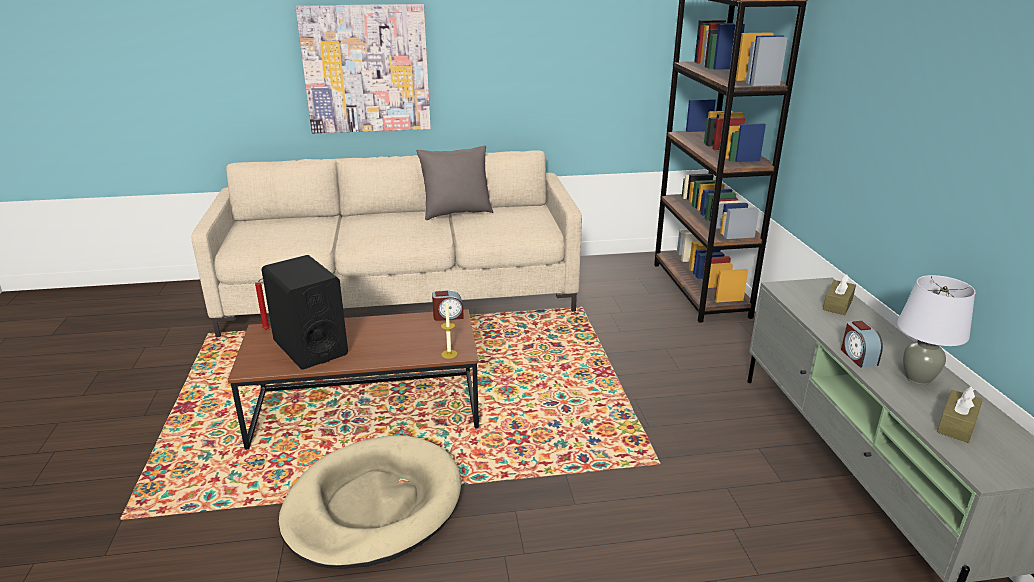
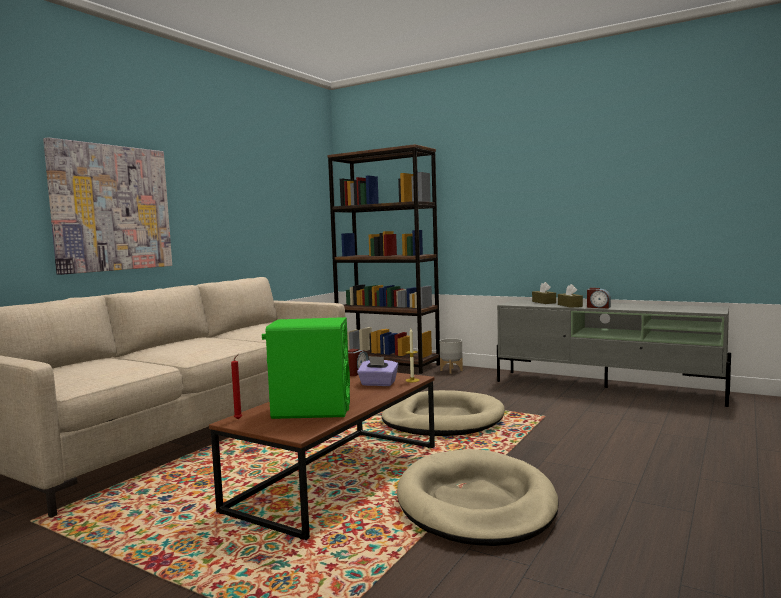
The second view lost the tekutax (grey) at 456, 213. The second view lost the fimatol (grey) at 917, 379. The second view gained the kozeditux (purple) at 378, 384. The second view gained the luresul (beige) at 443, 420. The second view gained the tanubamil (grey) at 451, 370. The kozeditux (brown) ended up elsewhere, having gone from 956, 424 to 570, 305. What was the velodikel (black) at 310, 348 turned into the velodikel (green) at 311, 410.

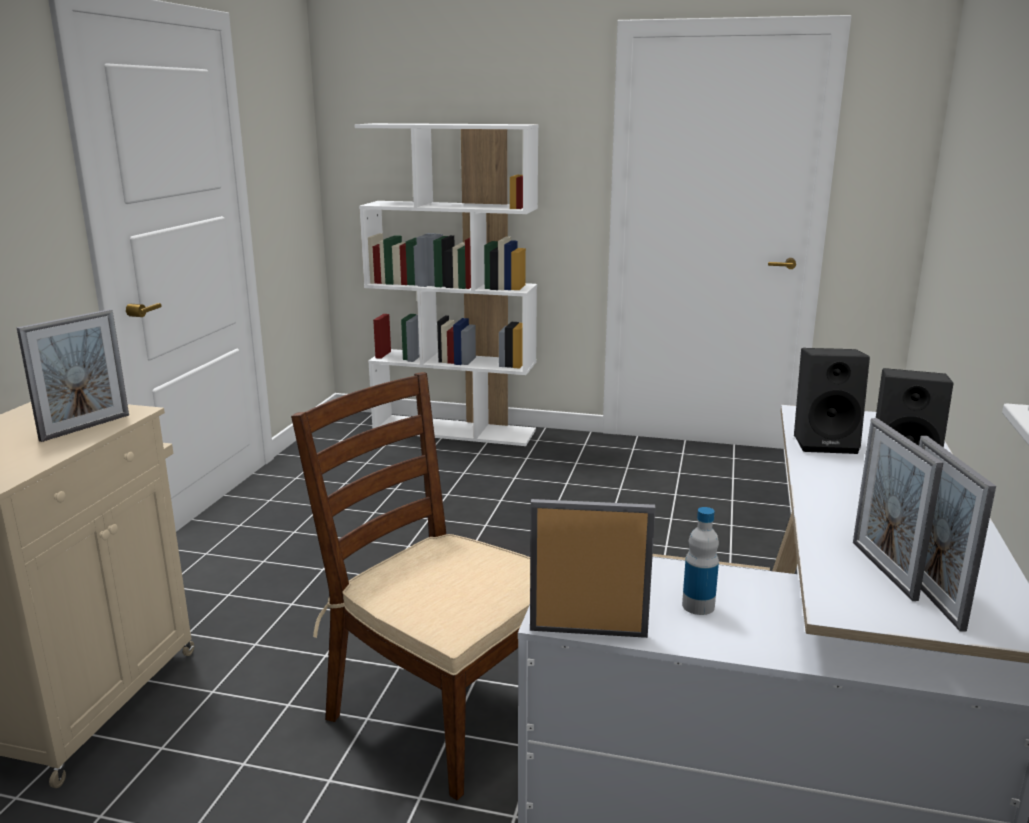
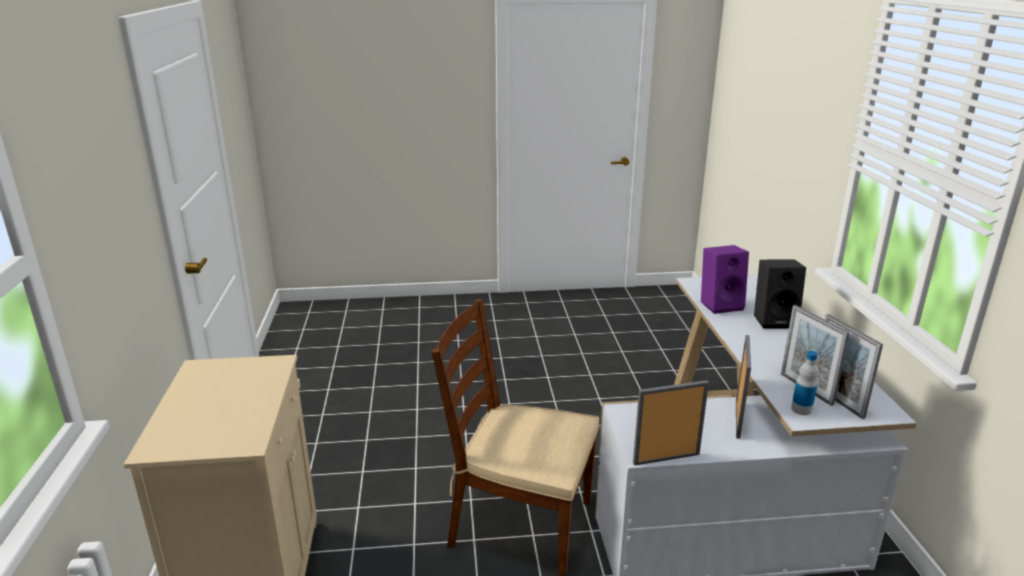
The second view lost the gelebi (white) at 455, 430. The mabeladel ended up elsewhere, having gone from 85, 427 to 737, 419. The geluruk ended up elsewhere, having gone from 698, 606 to 801, 409. What was the velodikel (black) at 825, 443 turned into the velodikel (purple) at 721, 304.

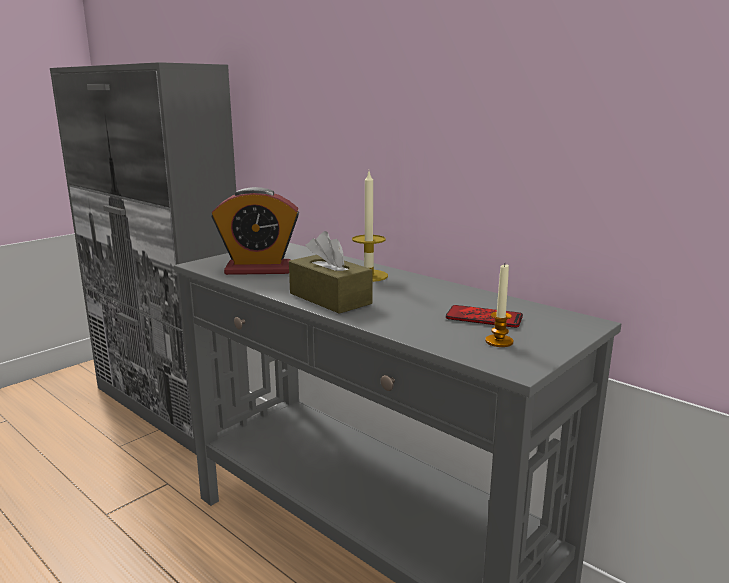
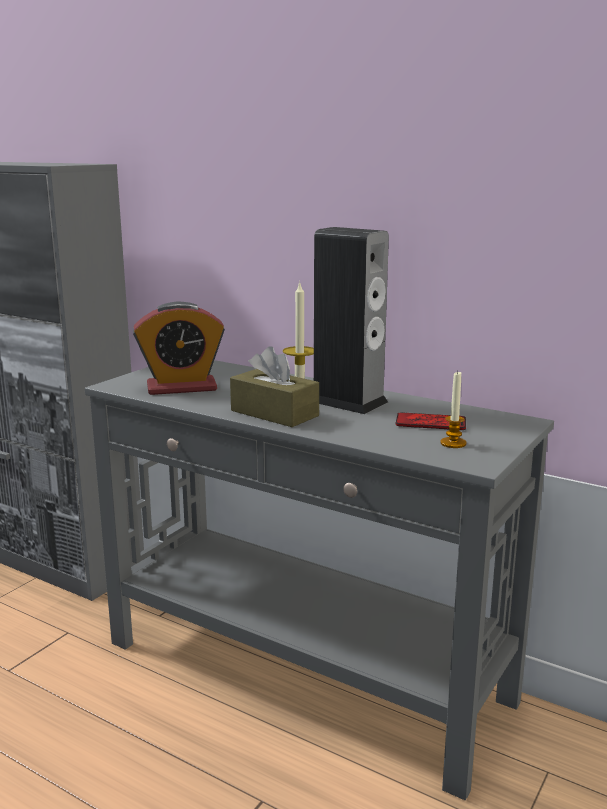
The second view gained the velodikel at 348, 401.

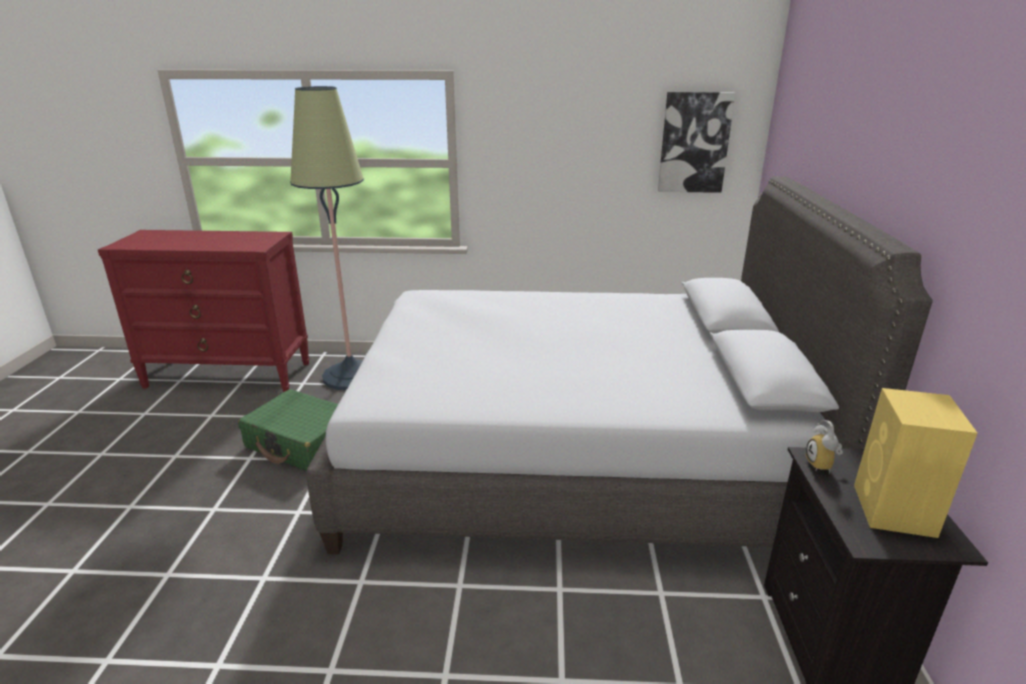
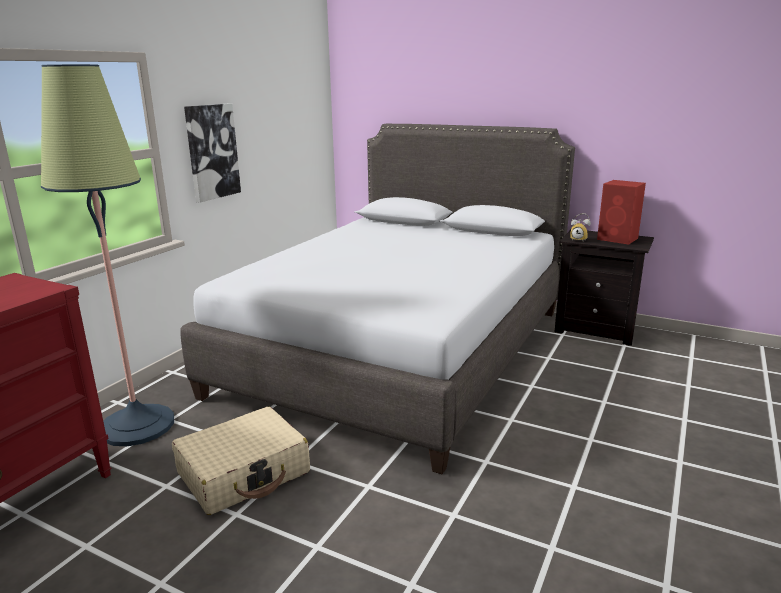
The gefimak ended up elsewhere, having gone from 694, 143 to 212, 152. What was the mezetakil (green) at 302, 442 turned into the mezetakil (beige) at 244, 473. What was the velodikel (yellow) at 894, 511 turned into the velodikel (red) at 618, 239.

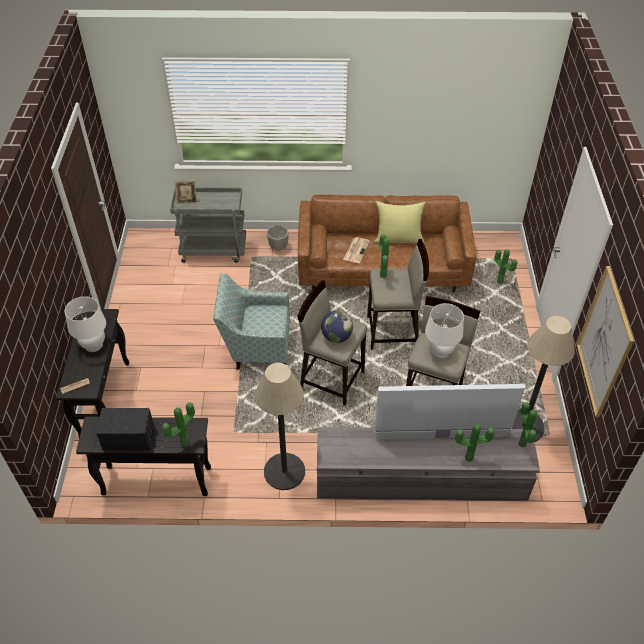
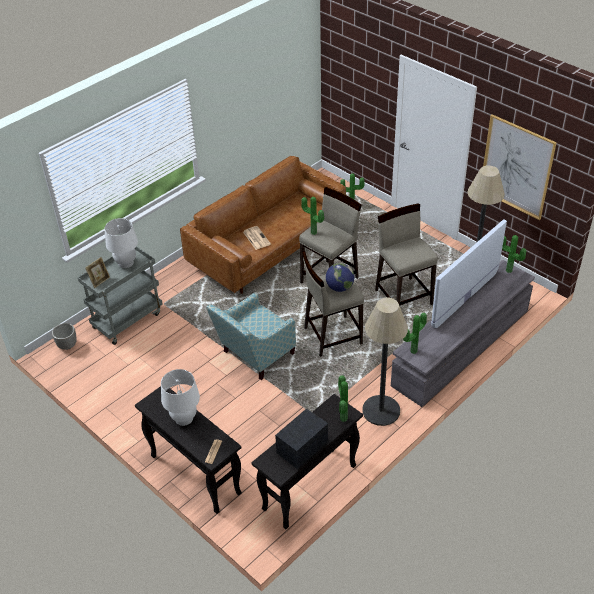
The second view lost the tekutax (yellow) at 398, 238. The tanubamil ended up elsewhere, having gone from 278, 246 to 67, 345. The fimatol (white) ended up elsewhere, having gone from 440, 351 to 126, 263. The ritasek ended up elsewhere, having gone from 468, 457 to 412, 350.

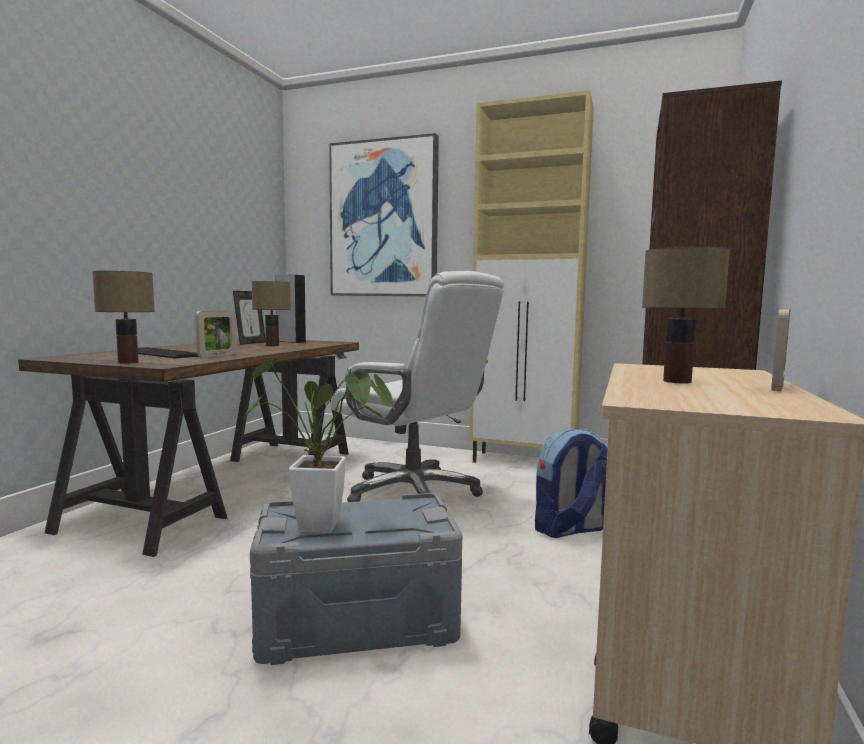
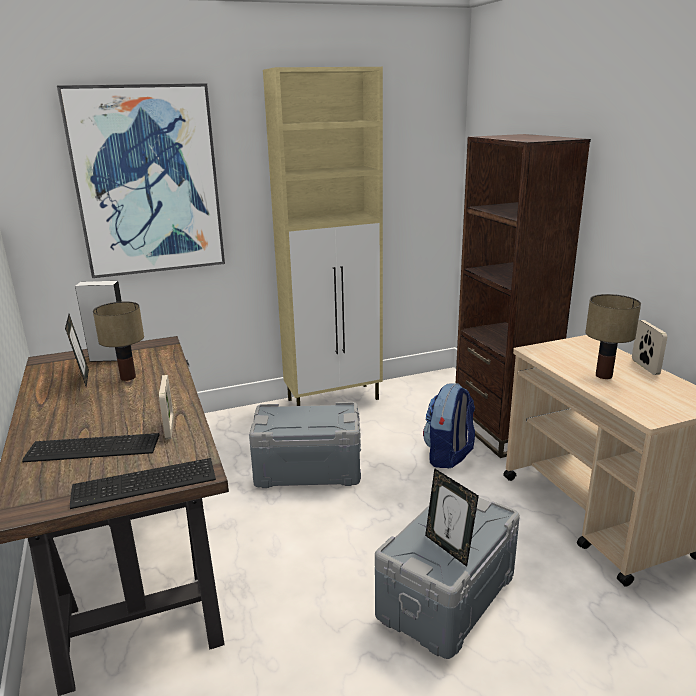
Where the fimatol stood at 128, 362, the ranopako came to stand at 146, 483. Where the ritasek stood at 329, 527, the mabeladel came to stand at 448, 548. Where the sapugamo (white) stood at 414, 493, the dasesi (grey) came to stand at 308, 470.

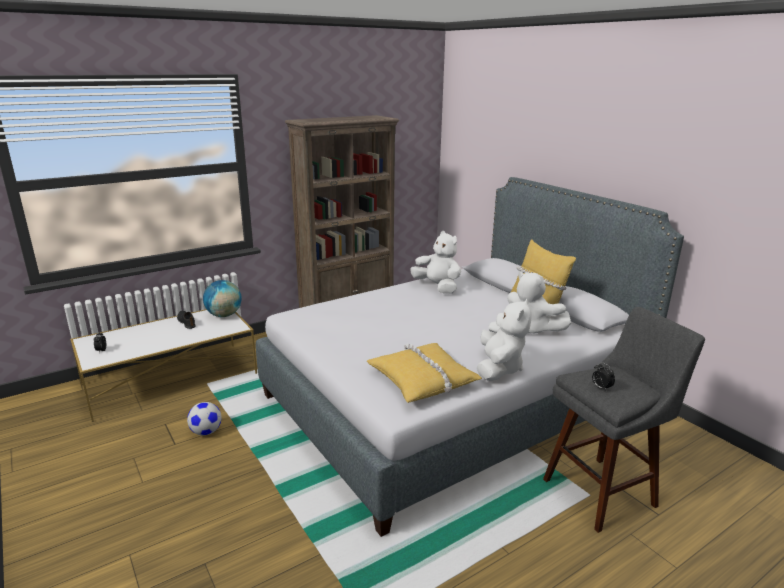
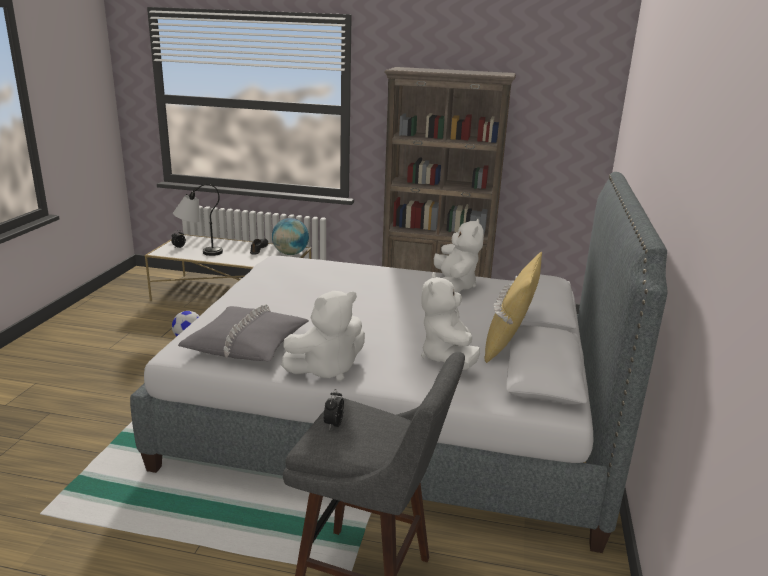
The second view gained the fimatol at 198, 252. What was the tekutax (yellow) at 423, 380 turned into the tekutax (grey) at 247, 344.

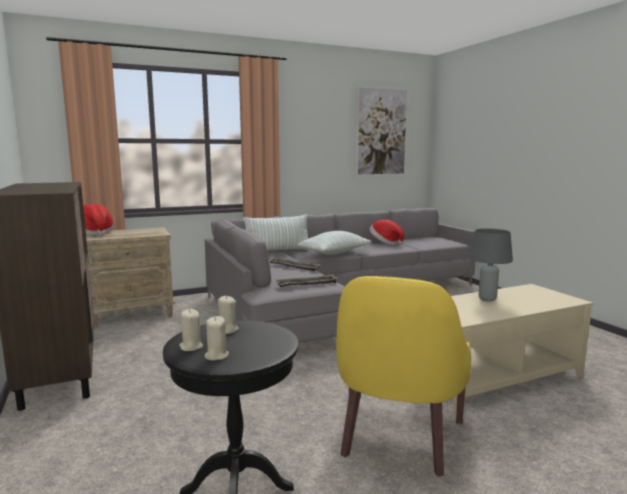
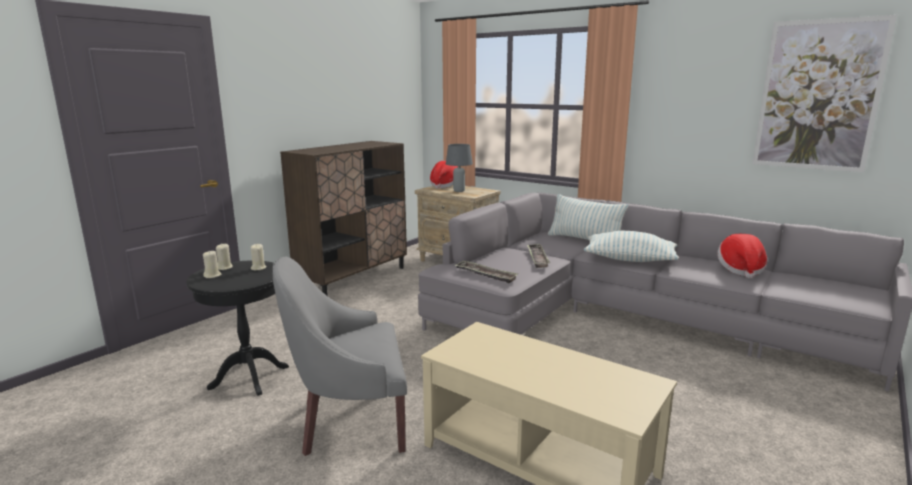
The fimatol (grey) ended up elsewhere, having gone from 487, 299 to 459, 191. What was the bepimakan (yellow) at 397, 437 turned into the bepimakan (grey) at 350, 421.

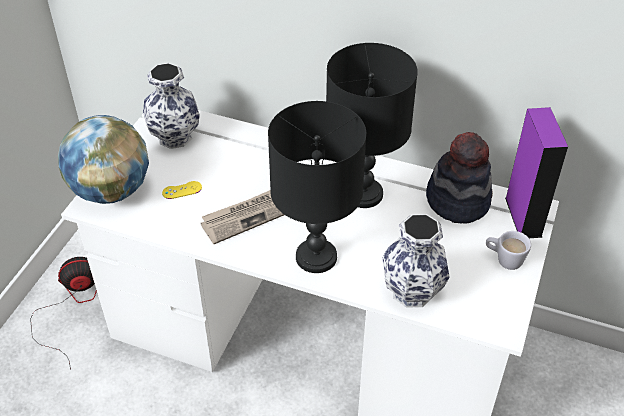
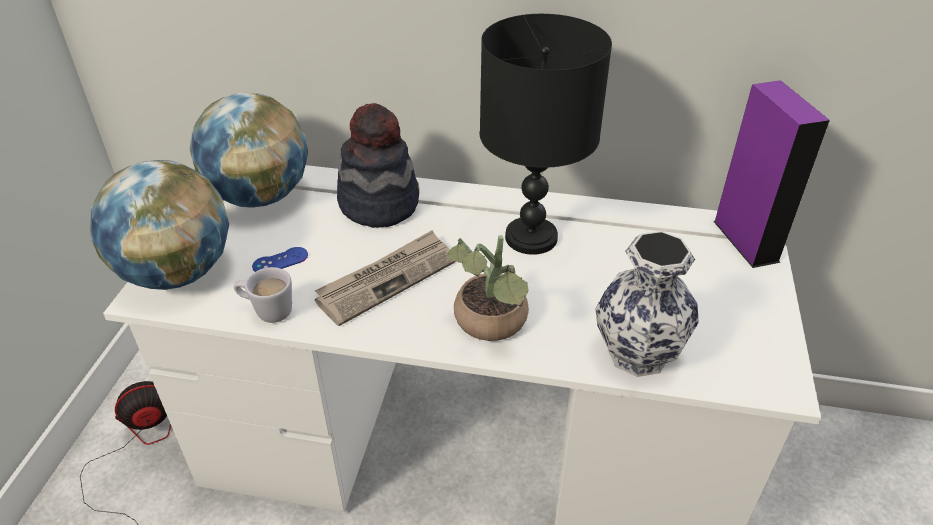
The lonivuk ended up elsewhere, having gone from 457, 201 to 379, 203. The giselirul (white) ended up elsewhere, having gone from 504, 260 to 267, 311. Where the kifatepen stood at 174, 136, the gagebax came to stand at 259, 196. Where the fimatol (black) stood at 316, 257, the ritasek came to stand at 491, 325. What was the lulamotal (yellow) at 182, 190 turned into the lulamotal (blue) at 280, 261.

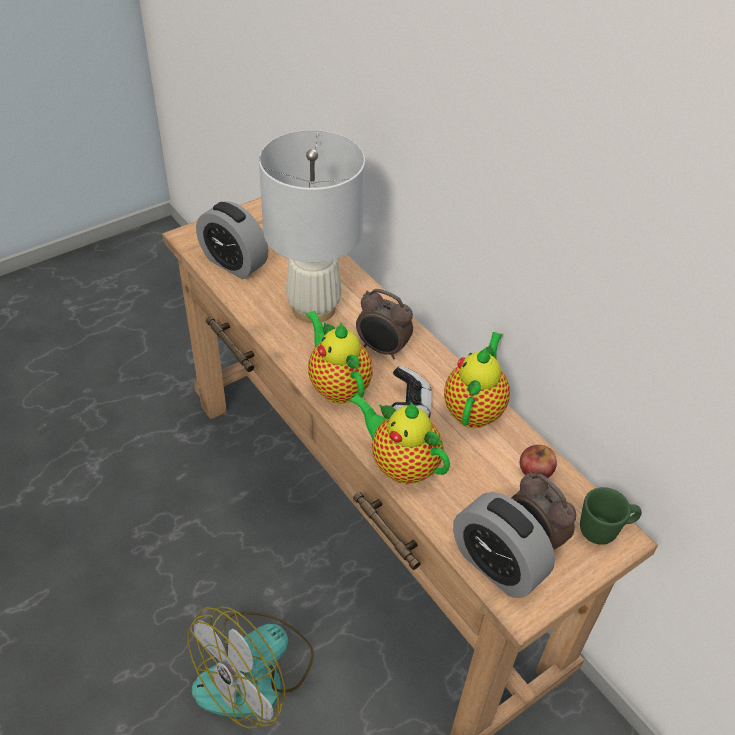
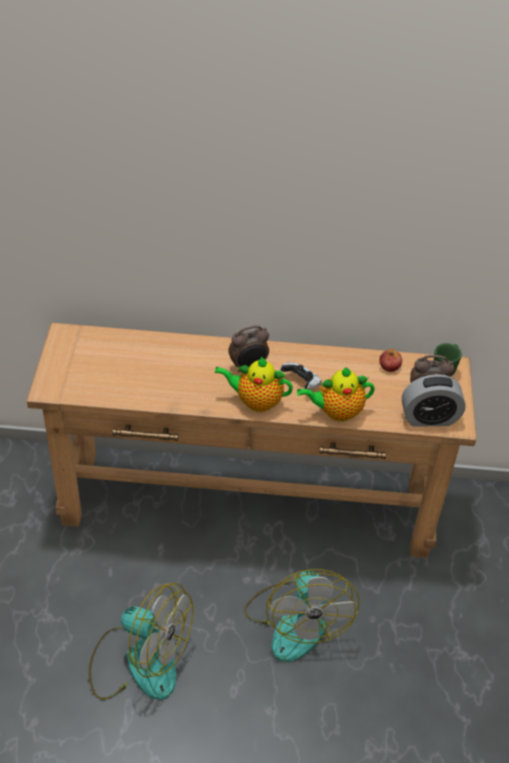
The second view lost the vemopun at 234, 263. The second view lost the fimatol (white) at 313, 308. The second view lost the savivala at 474, 409. The second view gained the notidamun at 139, 661.

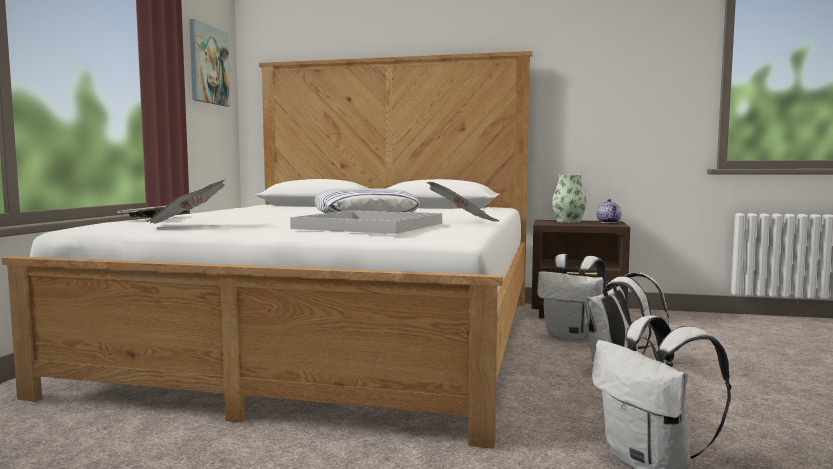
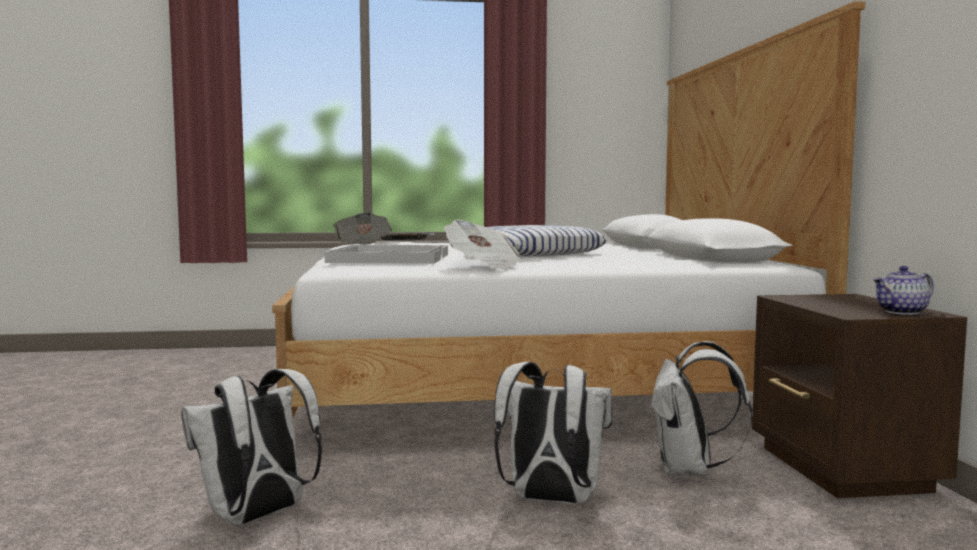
The second view lost the gefimak at 208, 65. The second view lost the kifatepen at 568, 221.

